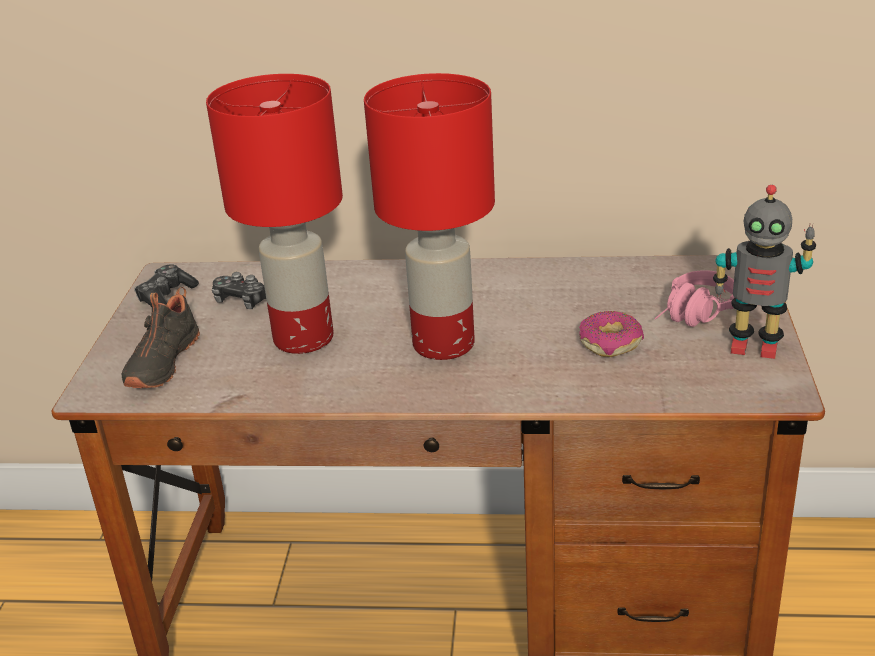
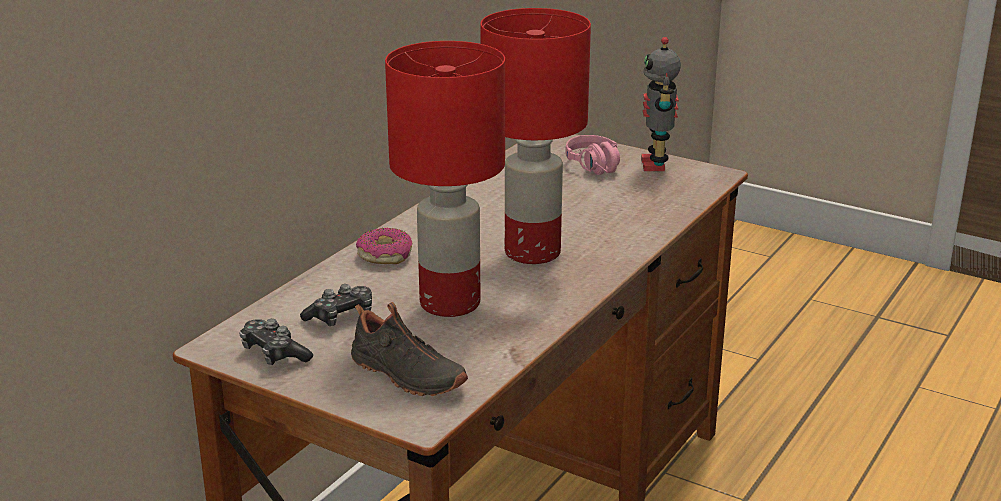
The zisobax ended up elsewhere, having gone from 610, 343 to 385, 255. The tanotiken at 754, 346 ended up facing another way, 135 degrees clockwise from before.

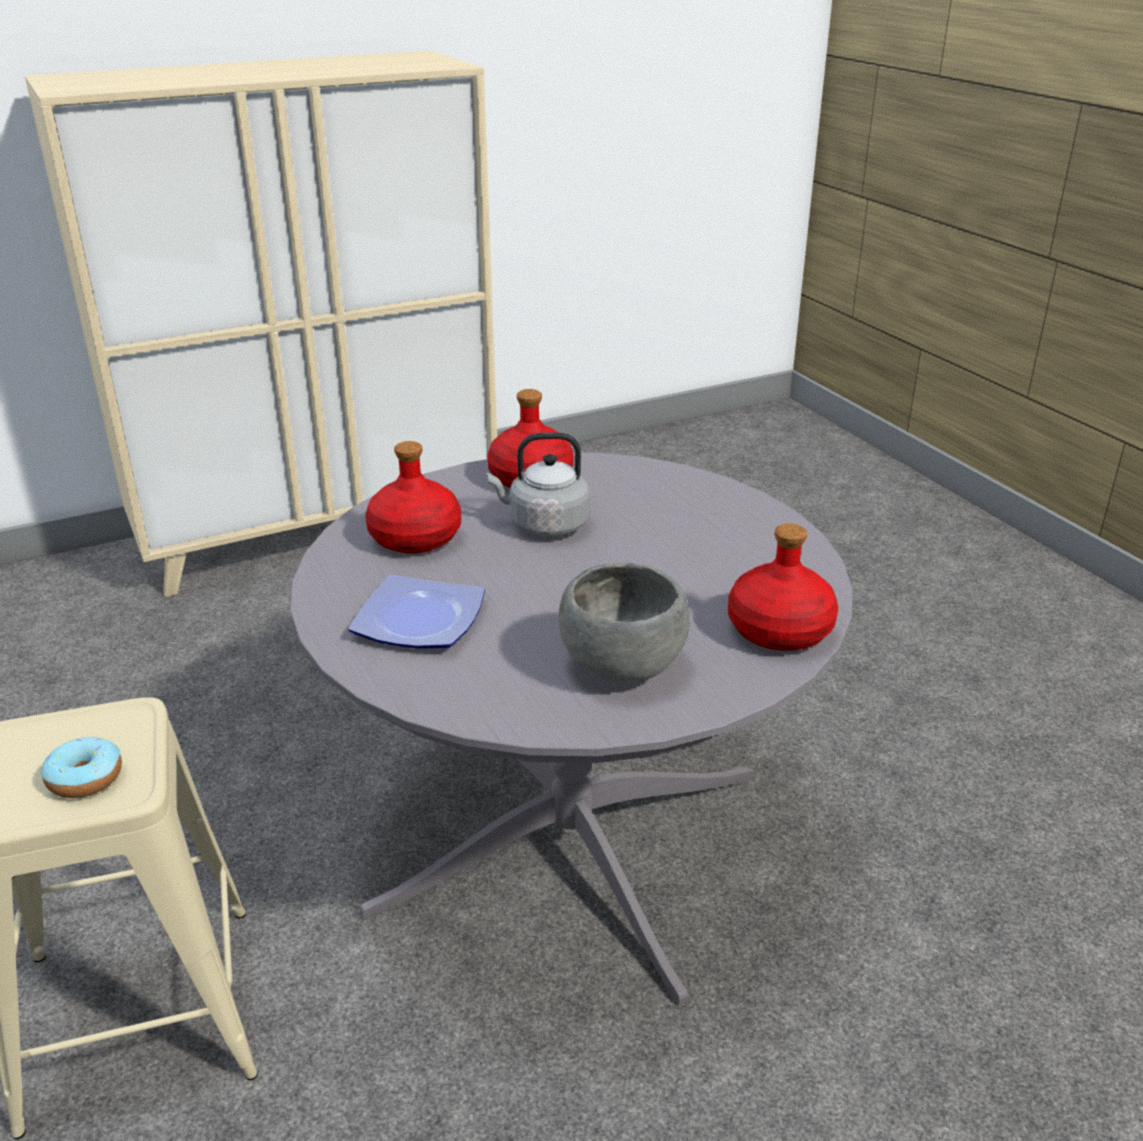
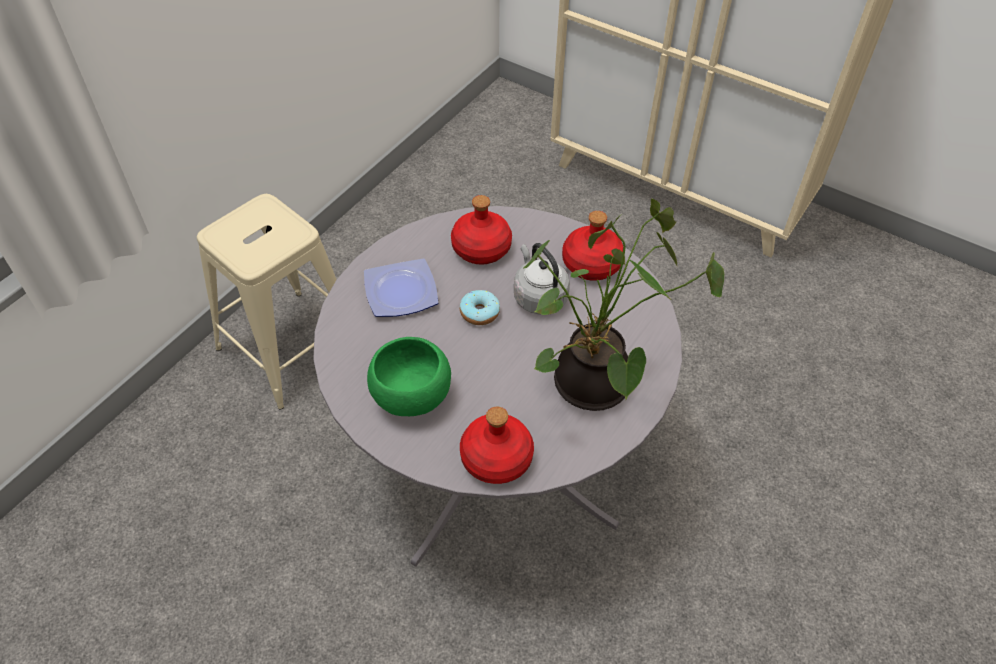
The second view gained the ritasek at 595, 389. The zisobax ended up elsewhere, having gone from 85, 778 to 479, 312. What was the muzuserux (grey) at 621, 666 turned into the muzuserux (green) at 411, 396.

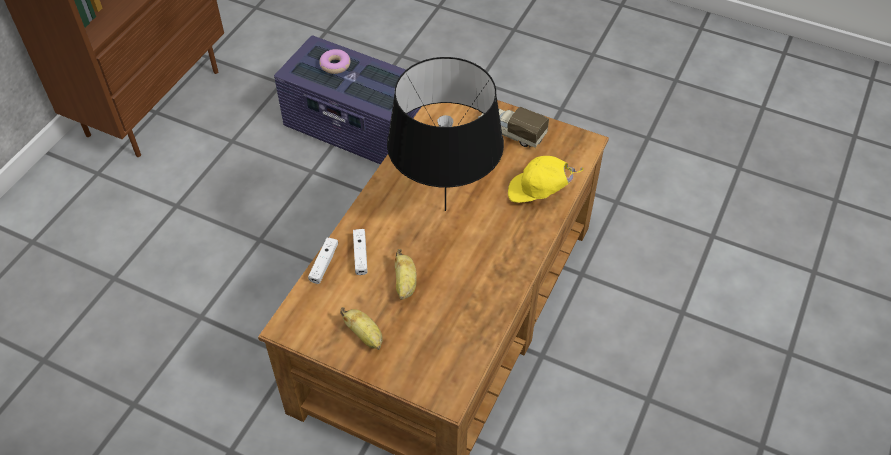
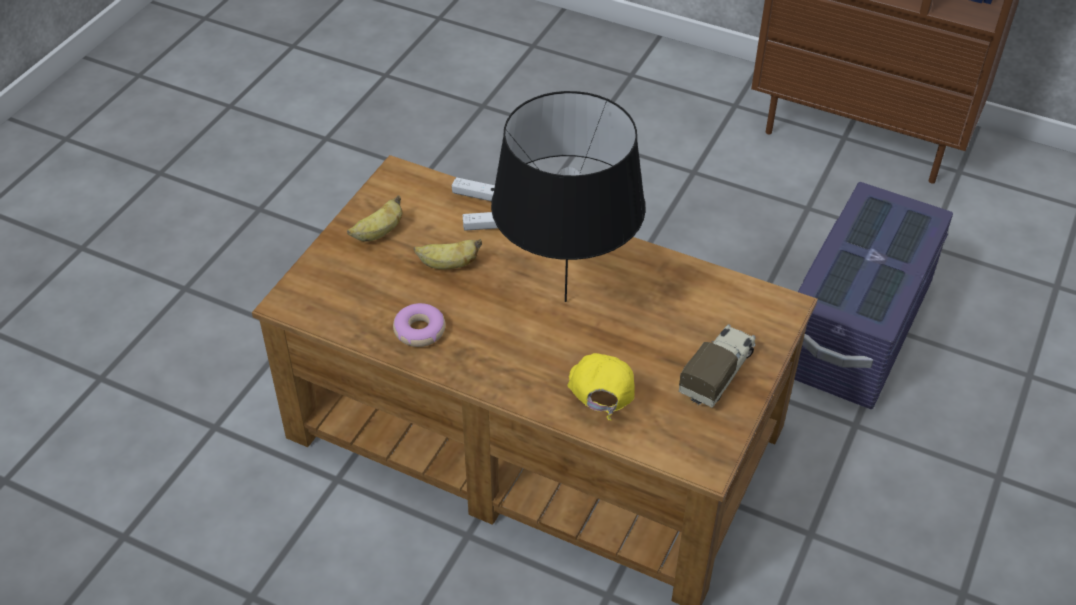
The zisobax ended up elsewhere, having gone from 335, 65 to 419, 331.

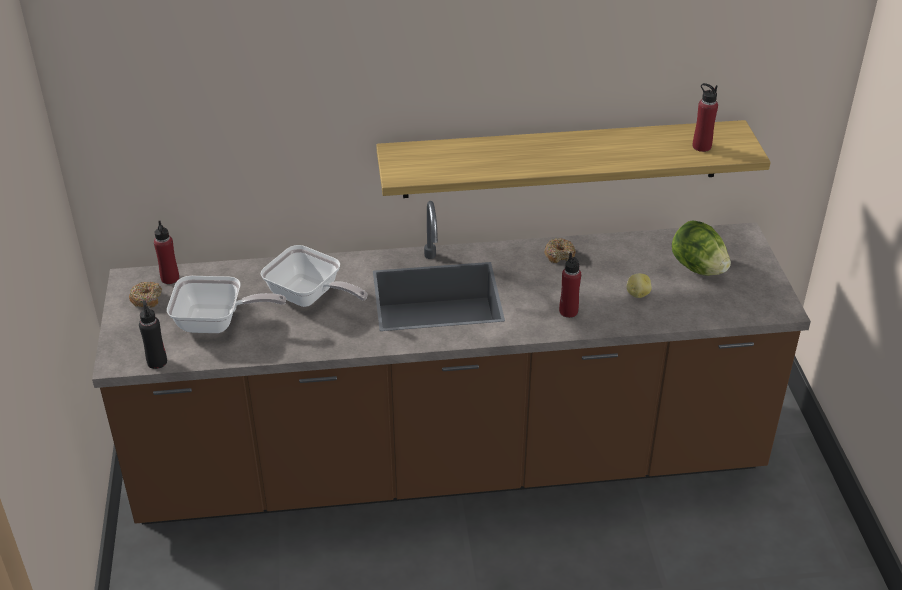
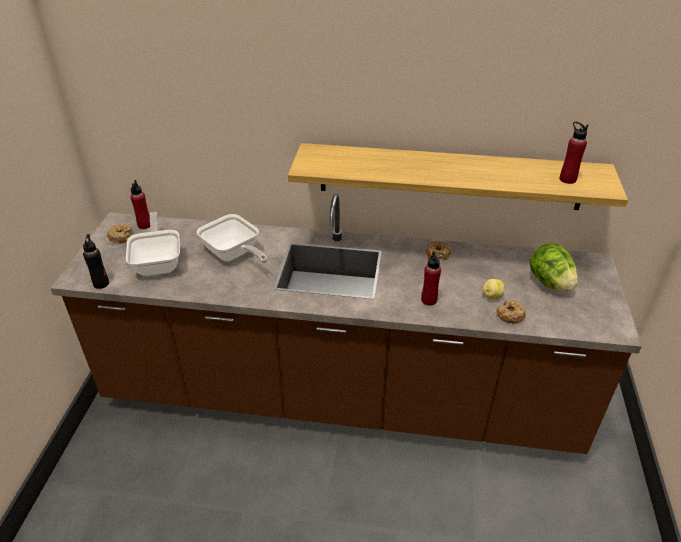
The second view gained the zisobax at 510, 315. The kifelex at 217, 323 ended up facing another way, 120 degrees counterclockwise from before.

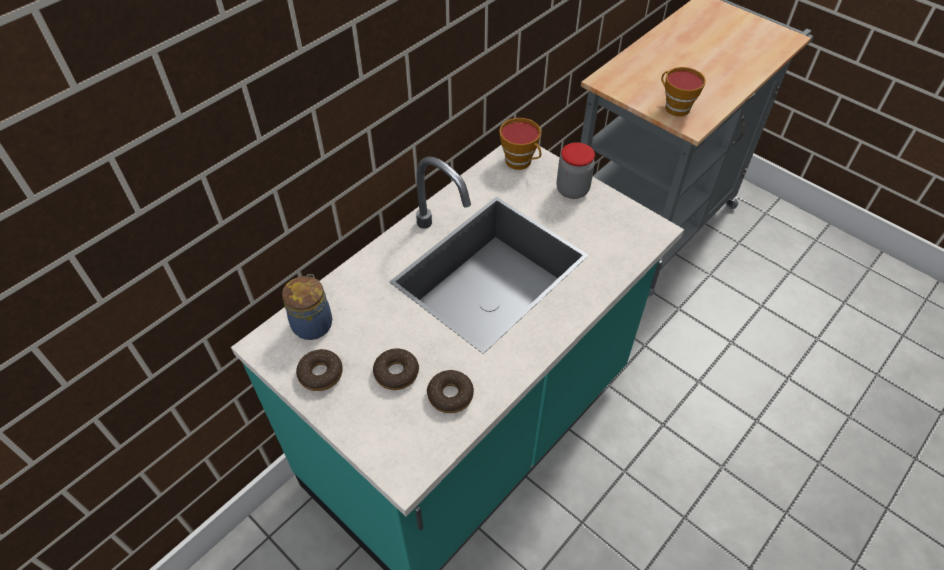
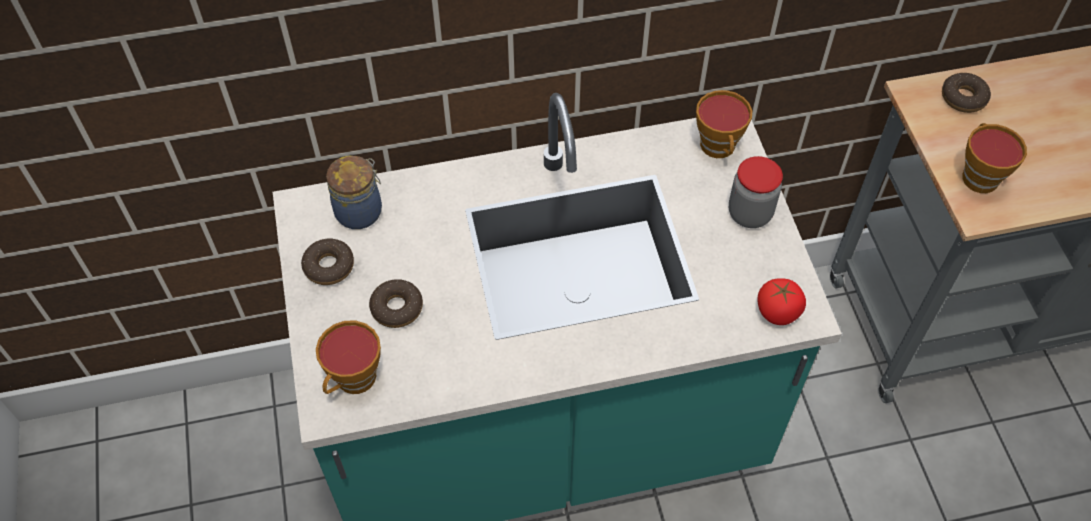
The second view gained the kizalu at 353, 381. The second view gained the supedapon at 778, 311. The zisobax ended up elsewhere, having gone from 450, 395 to 963, 98.

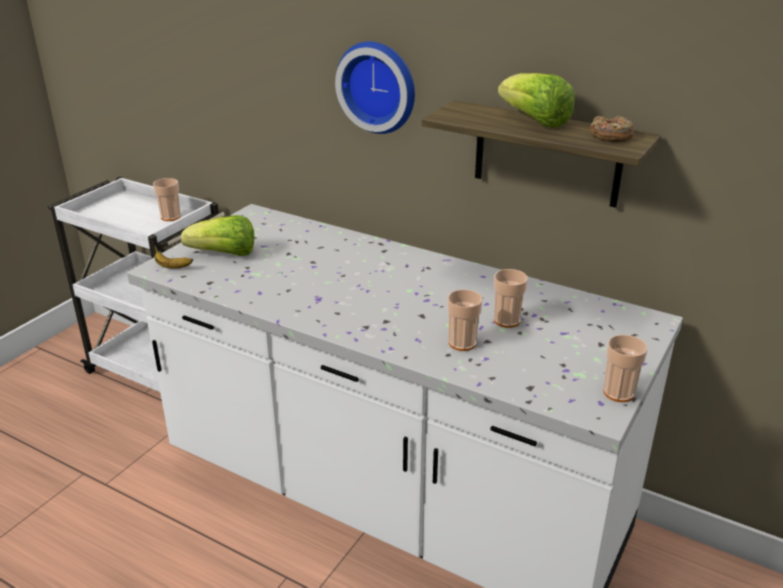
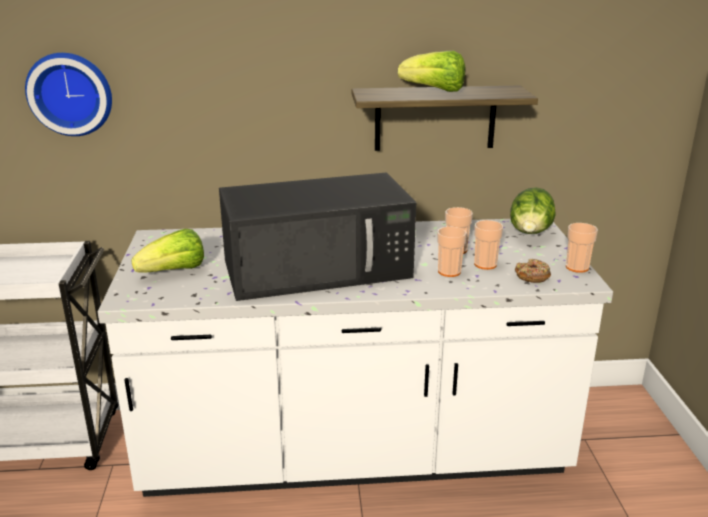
The second view lost the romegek at 172, 267. The second view gained the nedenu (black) at 319, 268. The second view gained the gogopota at 530, 234. The kizalu ended up elsewhere, having gone from 170, 217 to 485, 264. The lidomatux ended up elsewhere, having gone from 379, 86 to 71, 93. The zisobax ended up elsewhere, having gone from 610, 136 to 532, 276.

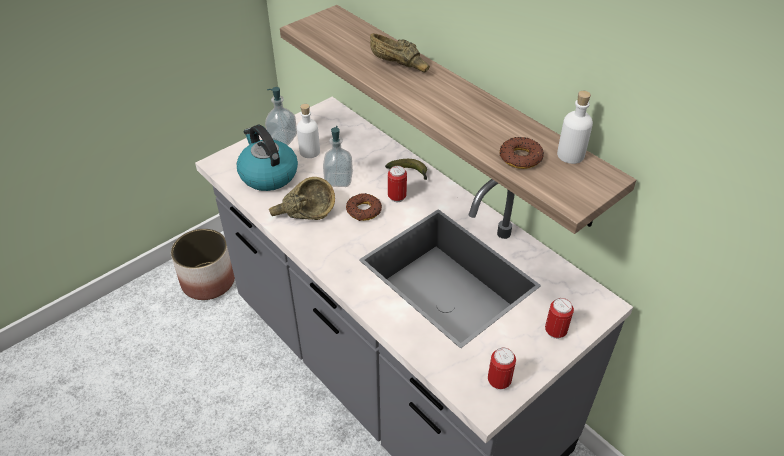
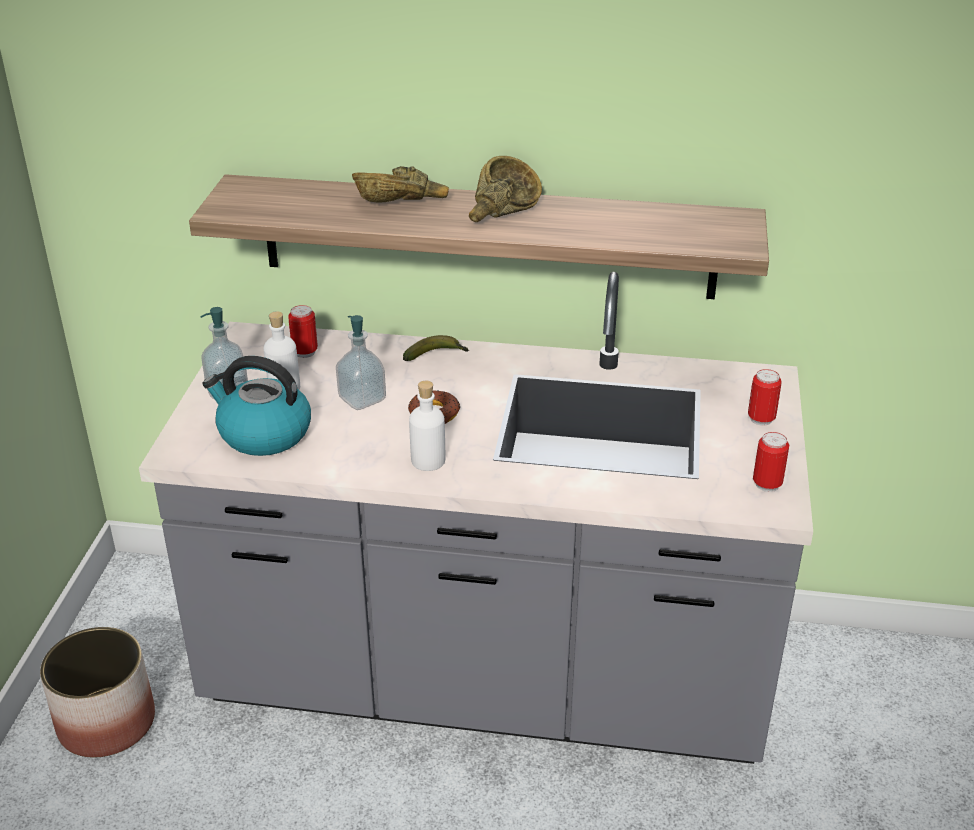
The second view lost the zisobax at 520, 157. The muzuserux (brown) ended up elsewhere, having gone from 303, 213 to 503, 212. The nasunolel ended up elsewhere, having gone from 397, 197 to 305, 352. The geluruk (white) ended up elsewhere, having gone from 570, 155 to 428, 460.

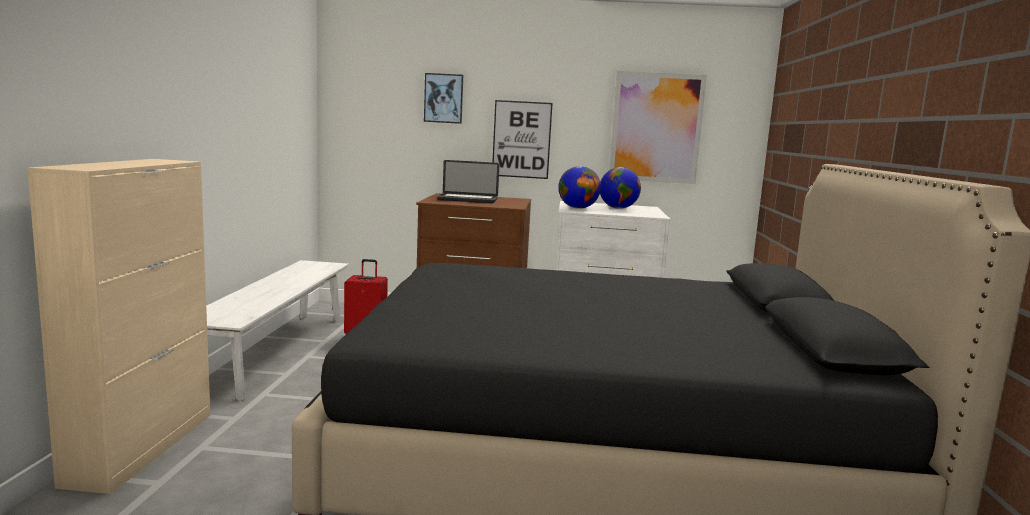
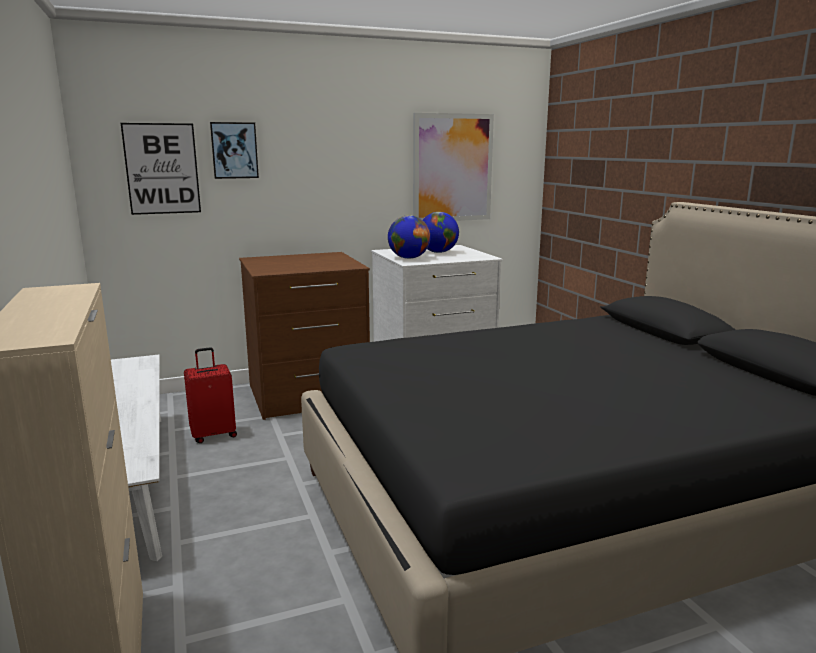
The second view lost the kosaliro at 467, 199. The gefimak ended up elsewhere, having gone from 521, 139 to 162, 169.

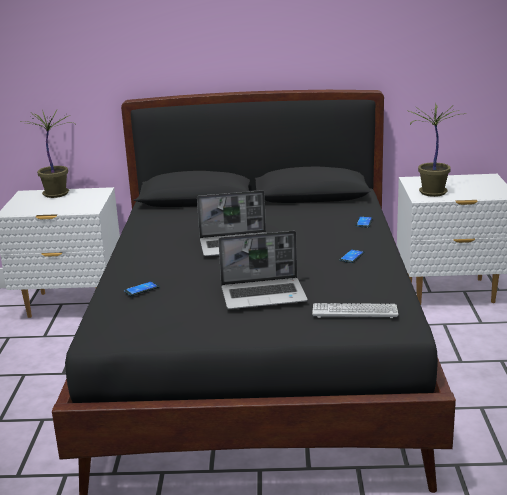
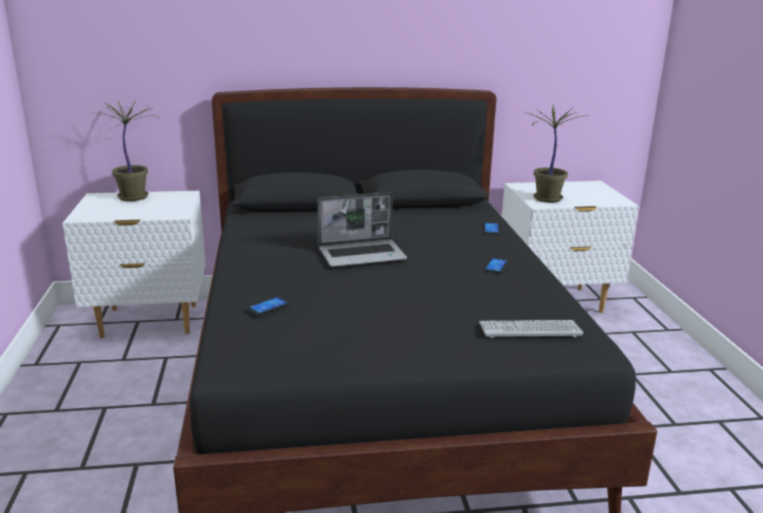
The second view lost the kosaliro at 264, 295.

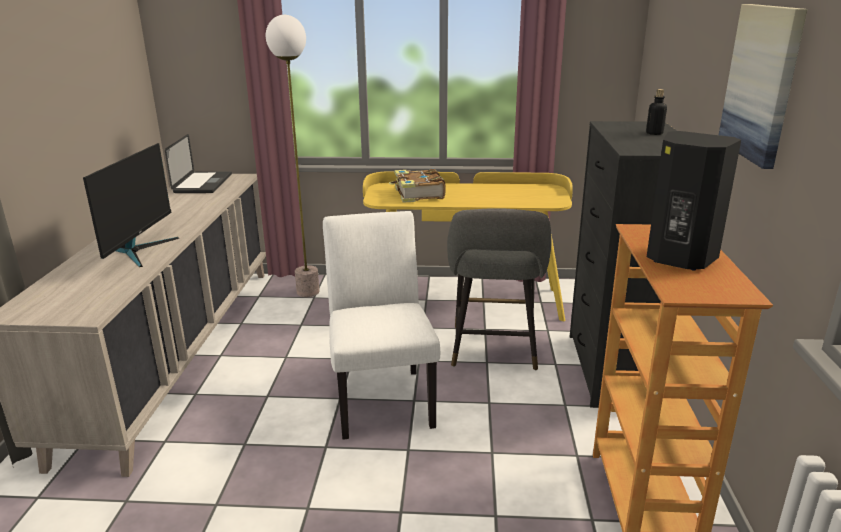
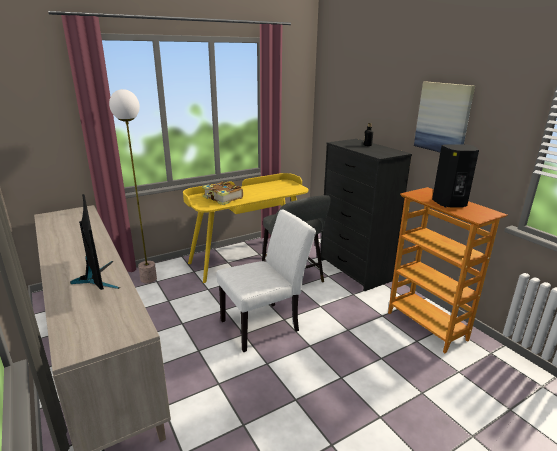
The second view lost the kosaliro at 203, 183. The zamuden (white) at 382, 396 ended up facing another way, 105 degrees clockwise from before.

